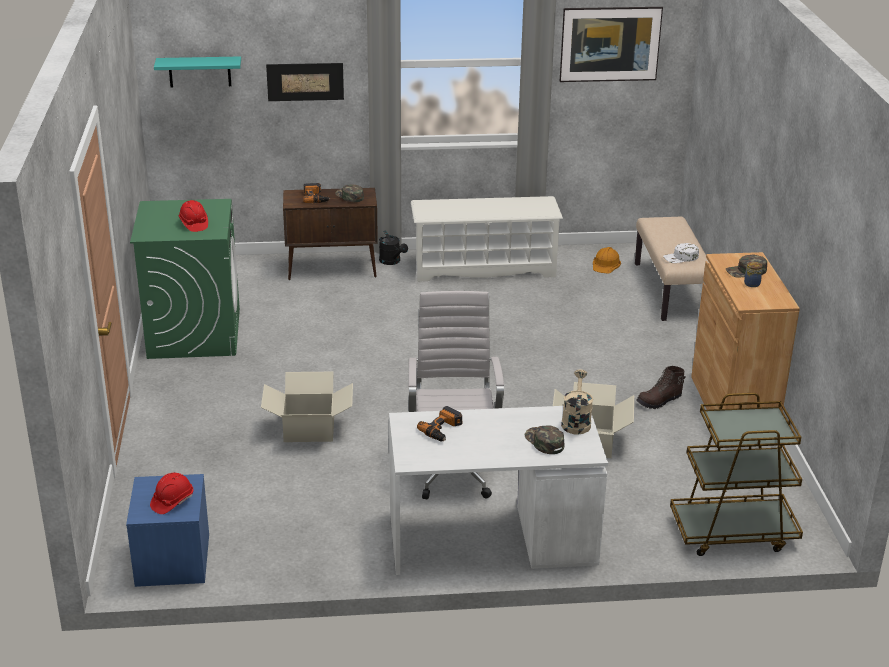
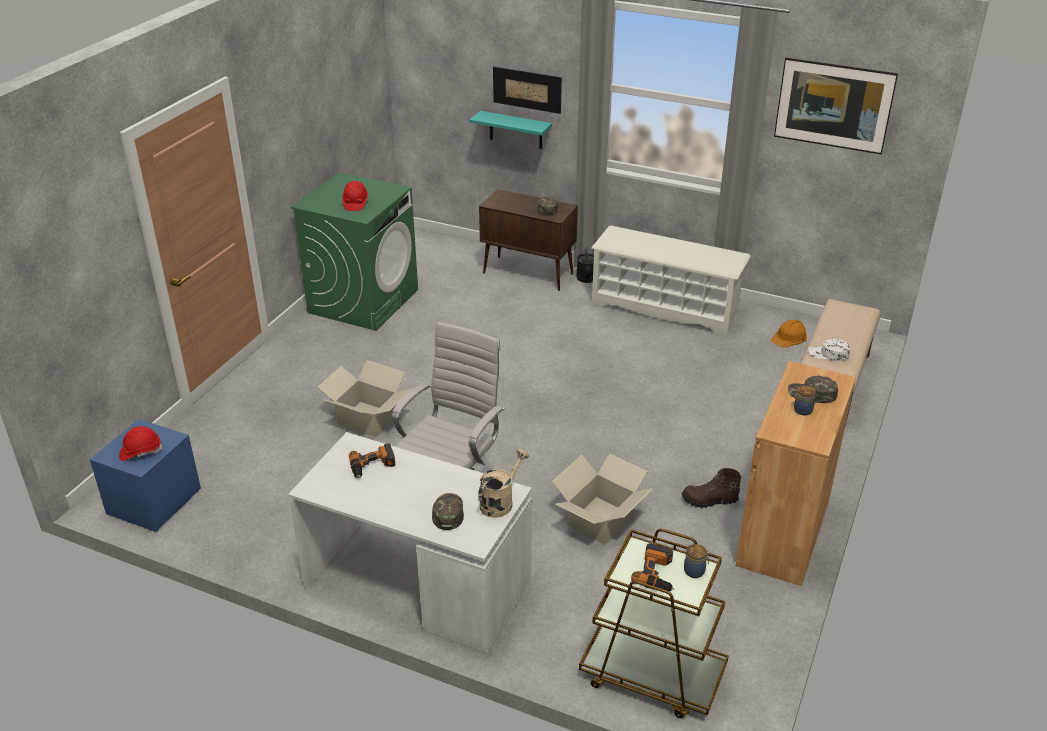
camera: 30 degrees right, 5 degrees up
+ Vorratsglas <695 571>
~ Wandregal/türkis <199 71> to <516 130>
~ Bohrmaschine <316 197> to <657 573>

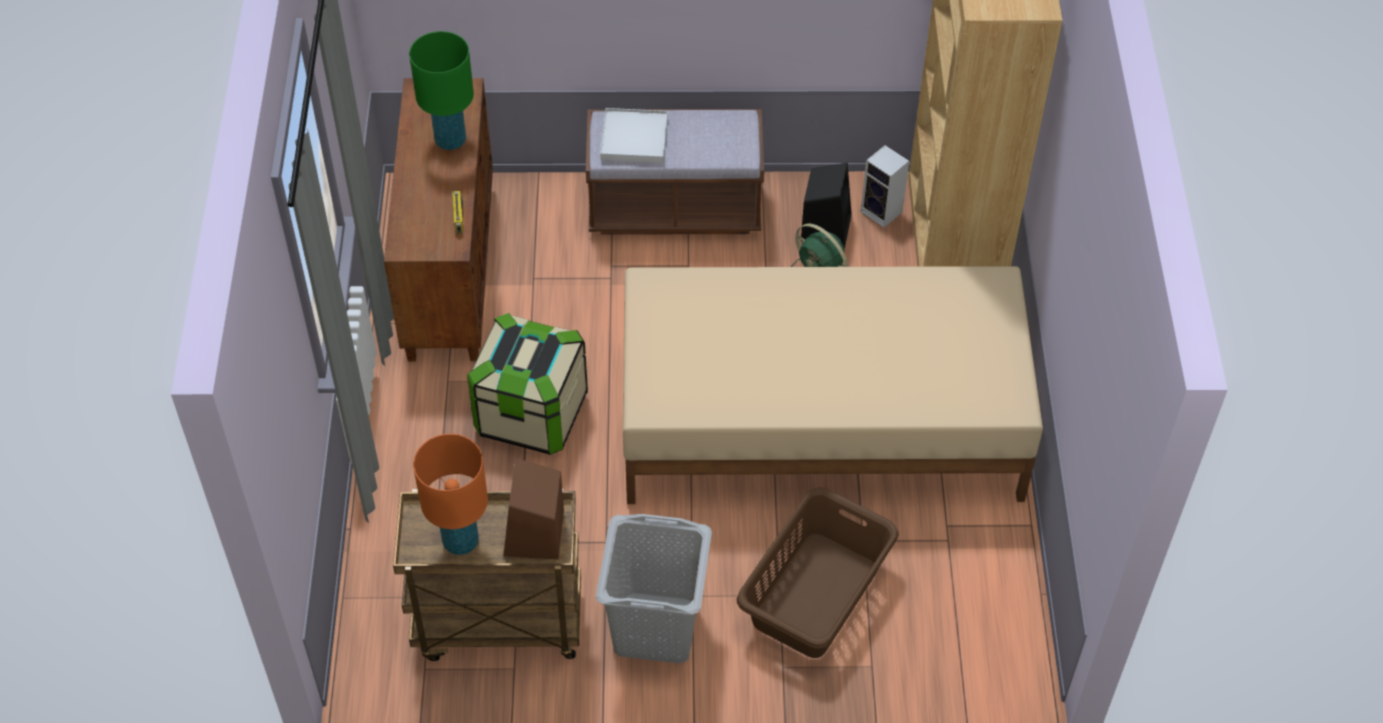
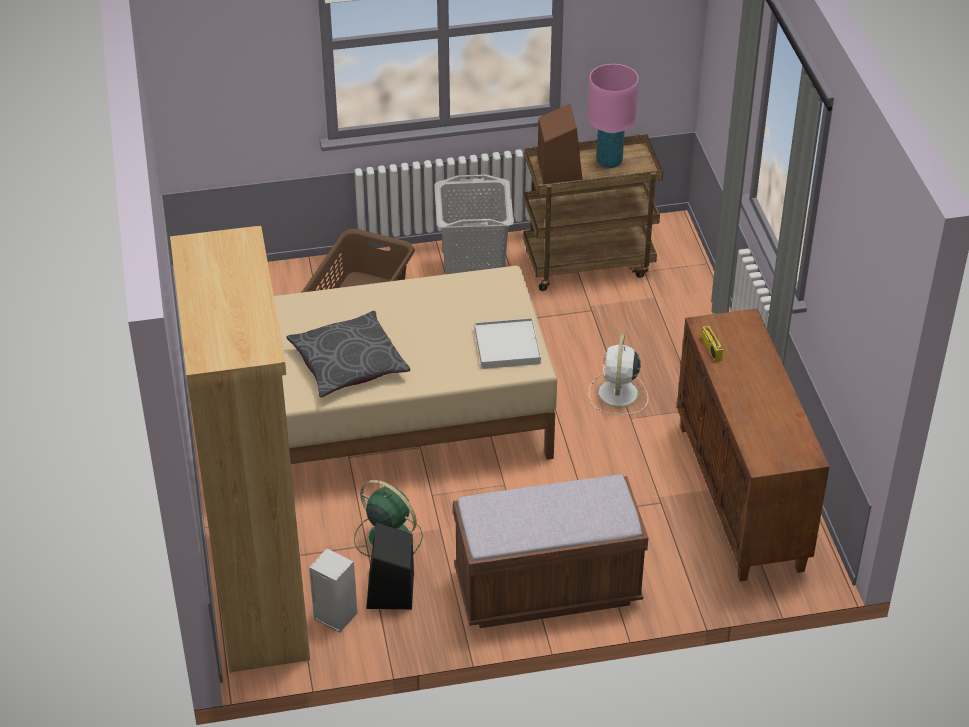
camera: 170 degrees right, 10 degrees down
- Tischlampe/grün <450 140>
+ Kissen/grau <348 364>
~ Tablett/weiß <634 139> to <507 346>
~ Aufbewahrungsbox <531 413> to Ventilator/weiß <618 394>
~ Tischlampe/orange <461 541> to Tischlampe/rosa <609 161>

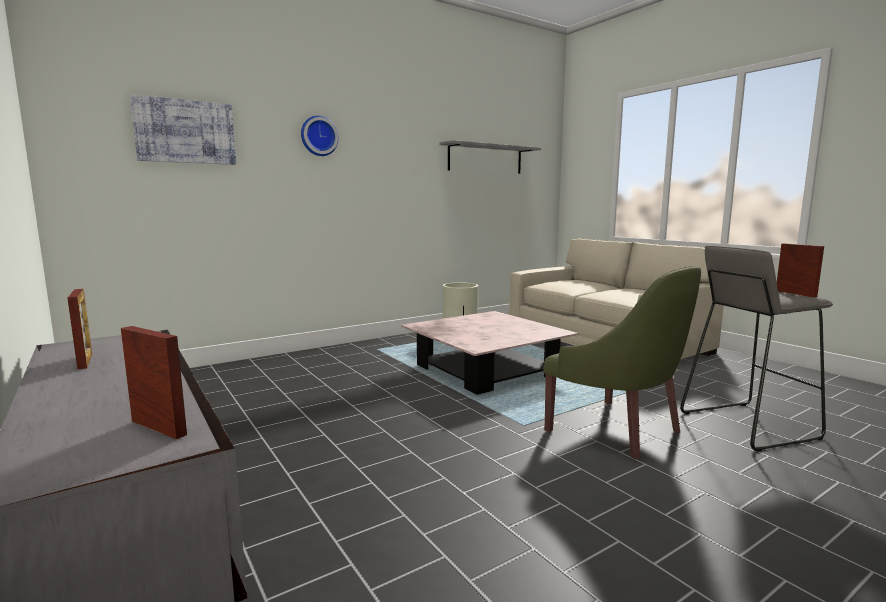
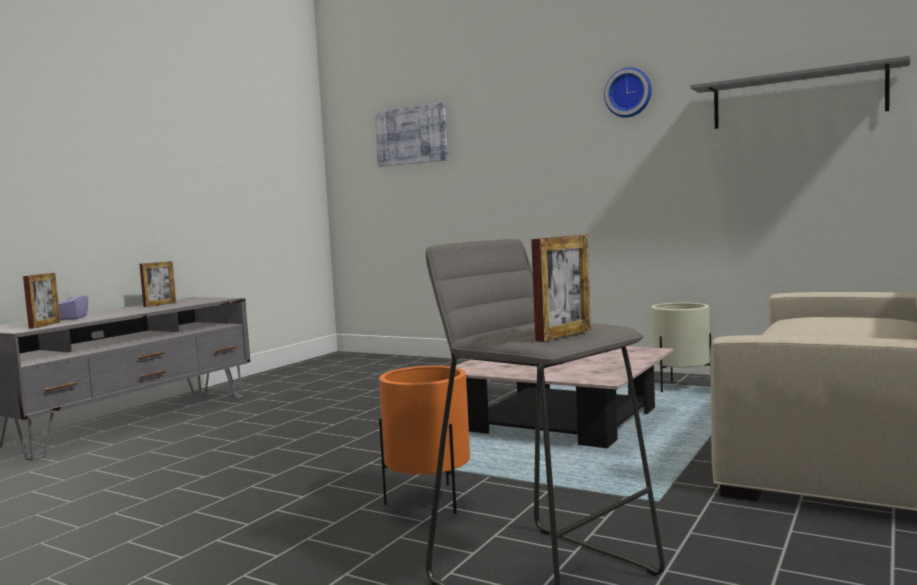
camera: 65 degrees right, 5 degrees down
+ Taschentuchbox/lila <72 318>
~ Wanduhr <318 136> to <629 93>
~ Sessel/grün <618 429> to Pflanzkübel/orange <429 500>

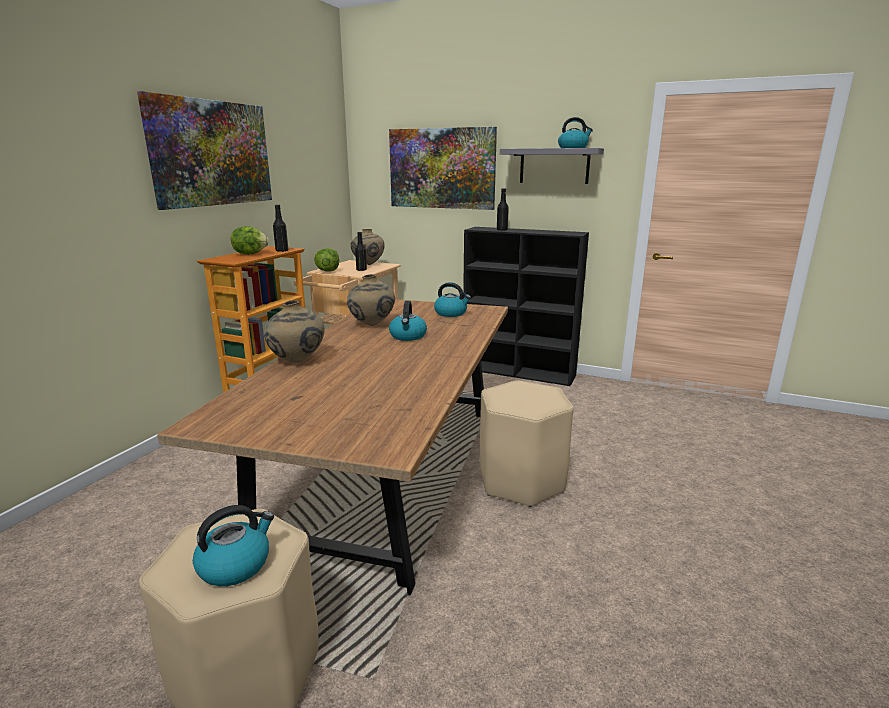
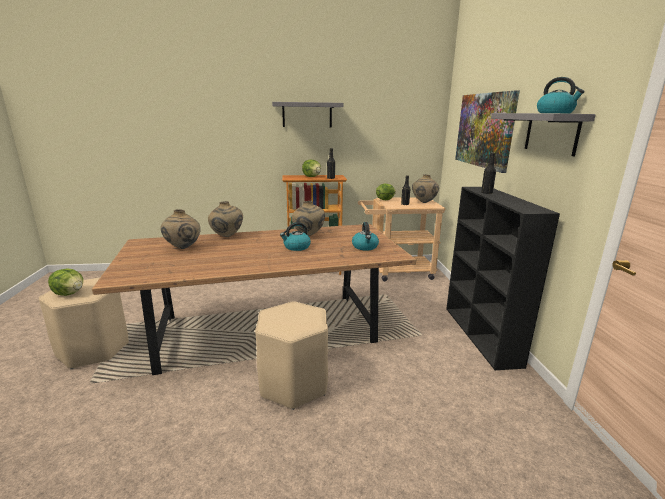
camera: 60 degrees right, 0 degrees up
+ Vase/beige <183 248>
~ Bild <212 153> to Wandregal/grau <307 115>
~ Wasserkessel <235 565> to Salatkopf <70 293>

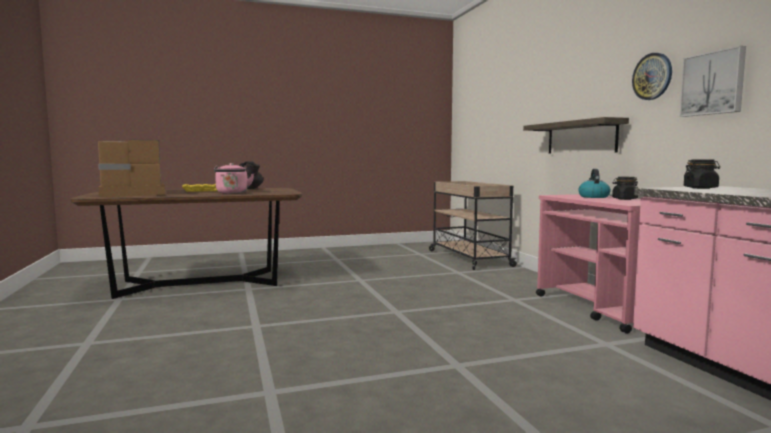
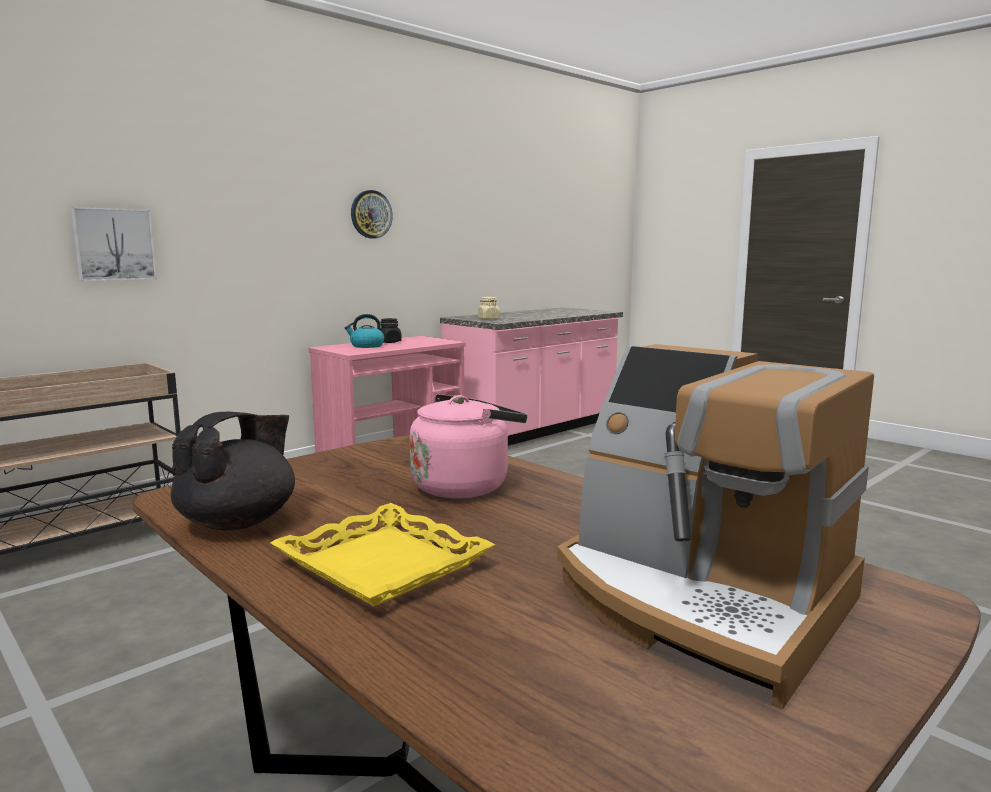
camera: 115 degrees left, 5 degrees up
- Wandregal <581 137>
~ Bild <713 83> to <114 244>
~ Vorratsglas/schwarz <700 188> to Vorratsglas/beige <488 319>

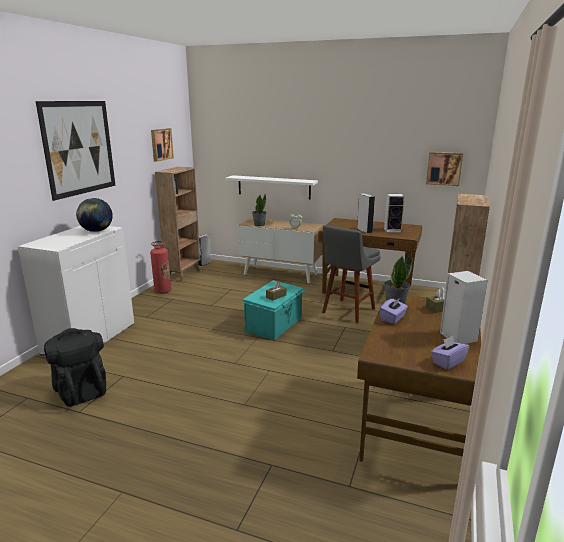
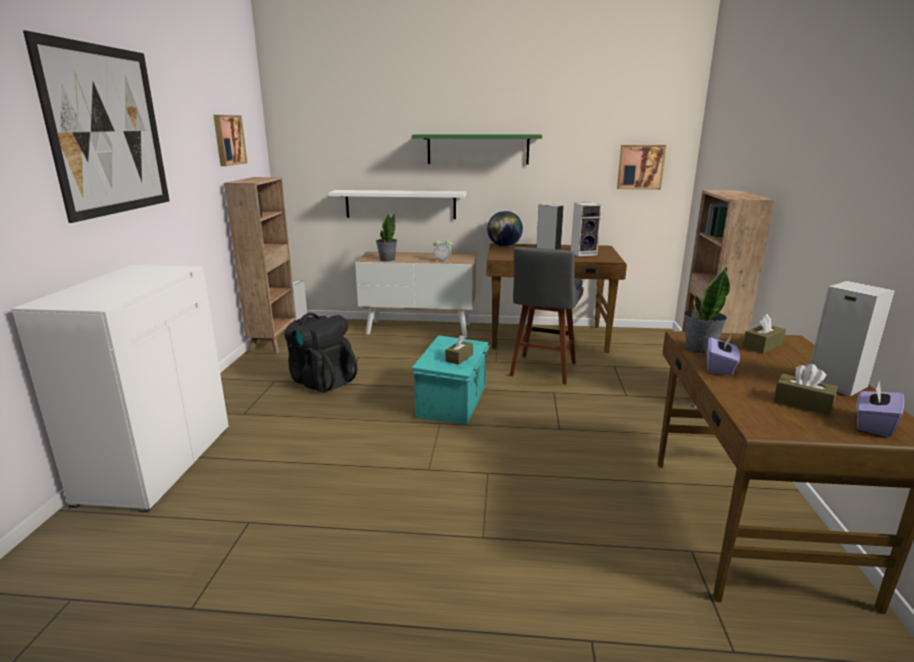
camera: 15 degrees left, 0 degrees up
- Feuerlöscher <163 291>
+ Wandregal/grün <478 149>
+ Taschentuchbox/braun <802 403>
~ Rucksack/schwarz <80 390> to <321 381>
~ Globus <96 231> to <504 246>

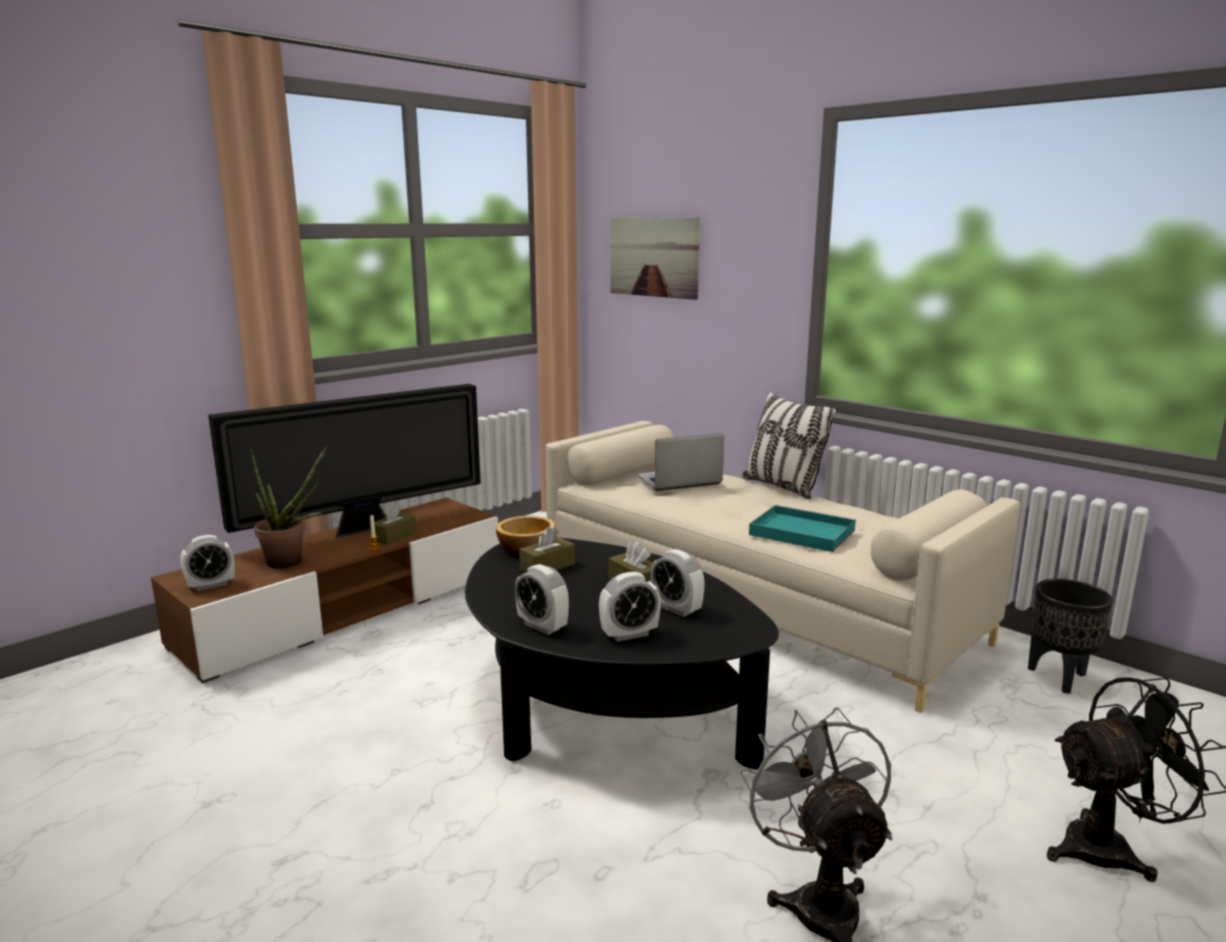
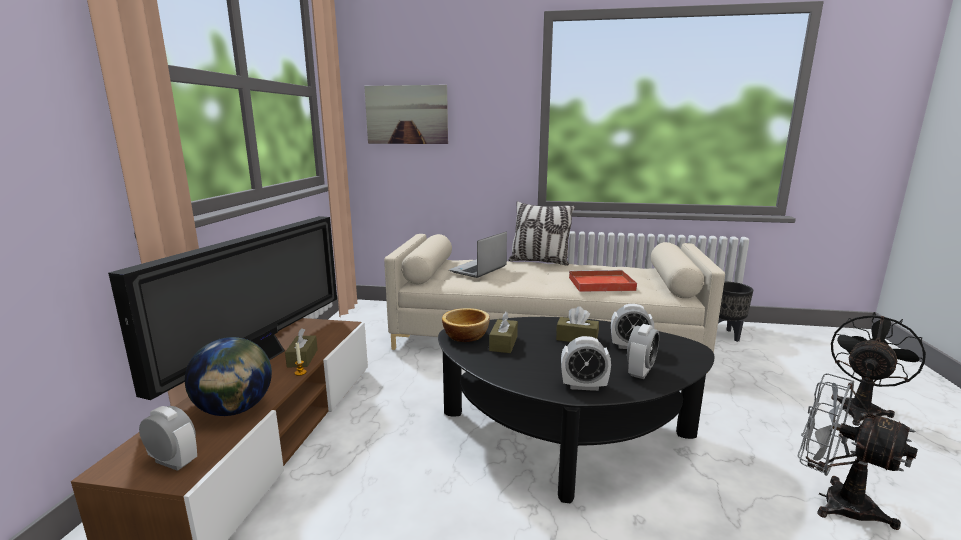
camera: 35 degrees left, 0 degrees up
~ Topfpflanze <291 562> to Globus <235 409>
~ Tablett/türkis <800 532> to Tablett/rot <600 284>
~ Wecker <211 585> = <173 461> 90 degrees counterclockwise

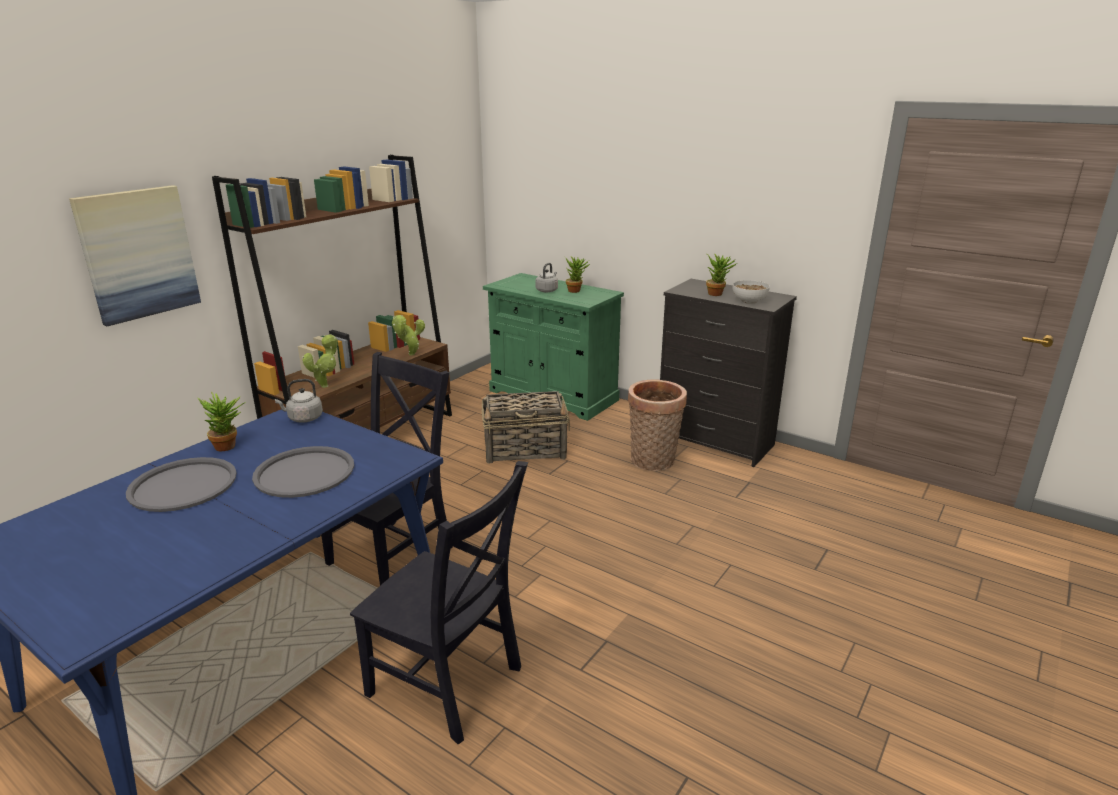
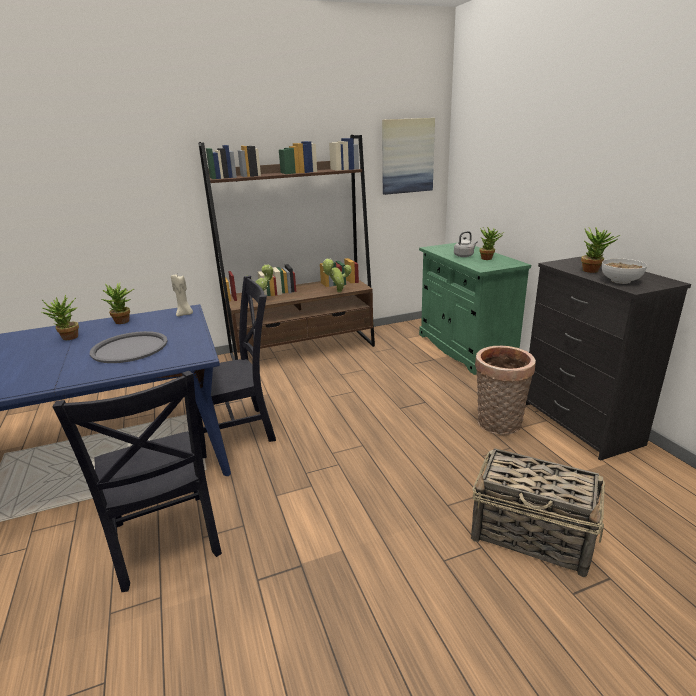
camera: 35 degrees right, 0 degrees up
~ Bild <138 254> to <407 156>
~ Korb <526 450> to <532 535>
~ Tablett/grau <183 486> to Topfpflanze <68 338>
~ Wasserkessel/grau <303 418> to Kerze/beige <185 314>

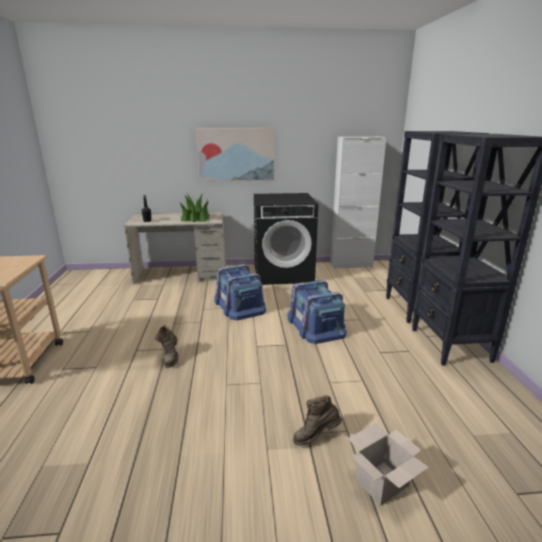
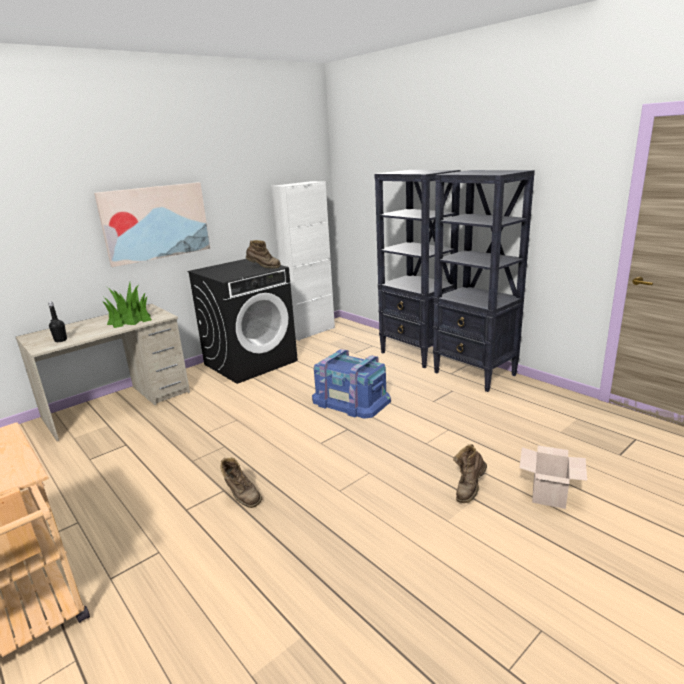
camera: 35 degrees left, 0 degrees up
- Aufbewahrungsbox/blau <239 305>
+ Stiefel/braun <263 268>

